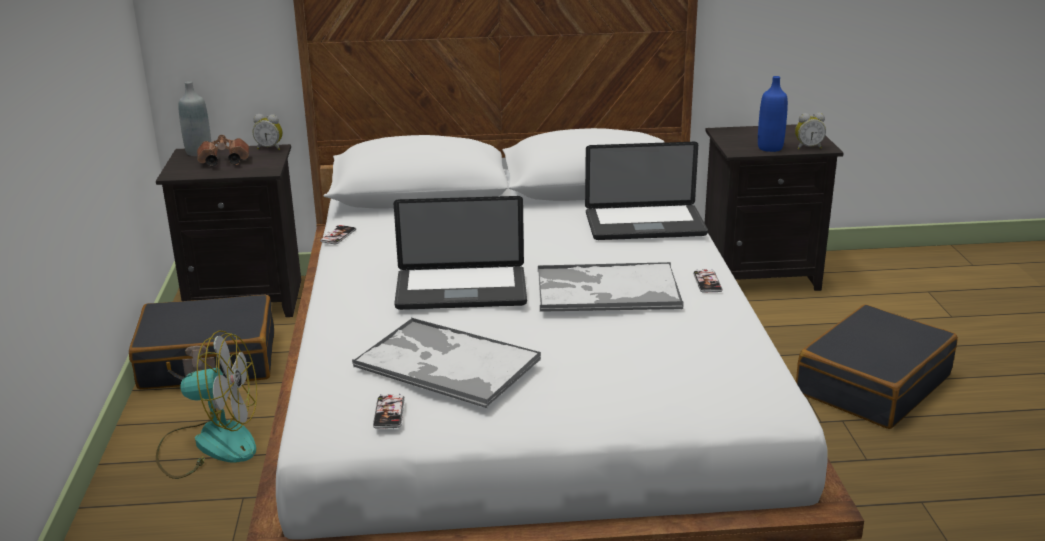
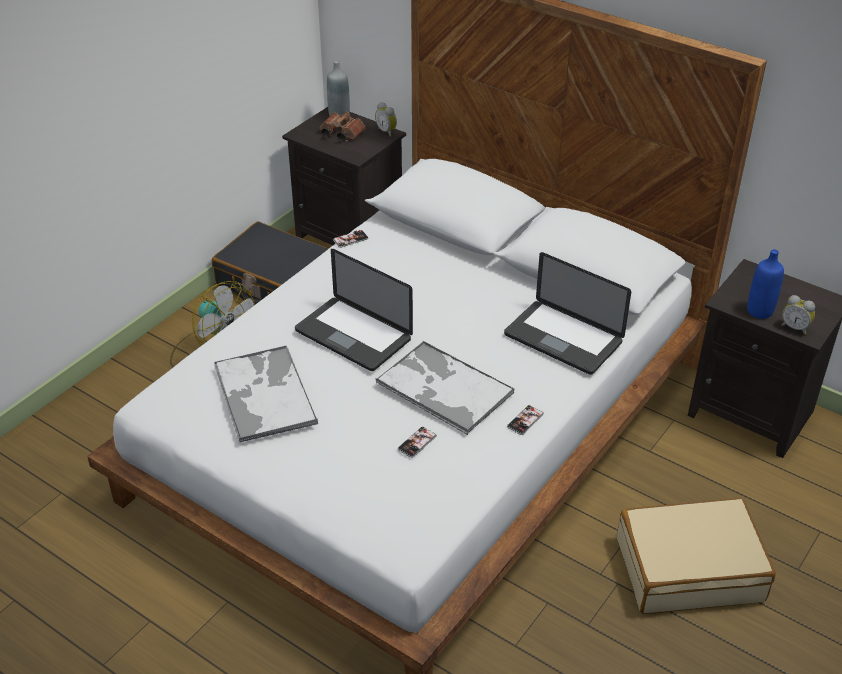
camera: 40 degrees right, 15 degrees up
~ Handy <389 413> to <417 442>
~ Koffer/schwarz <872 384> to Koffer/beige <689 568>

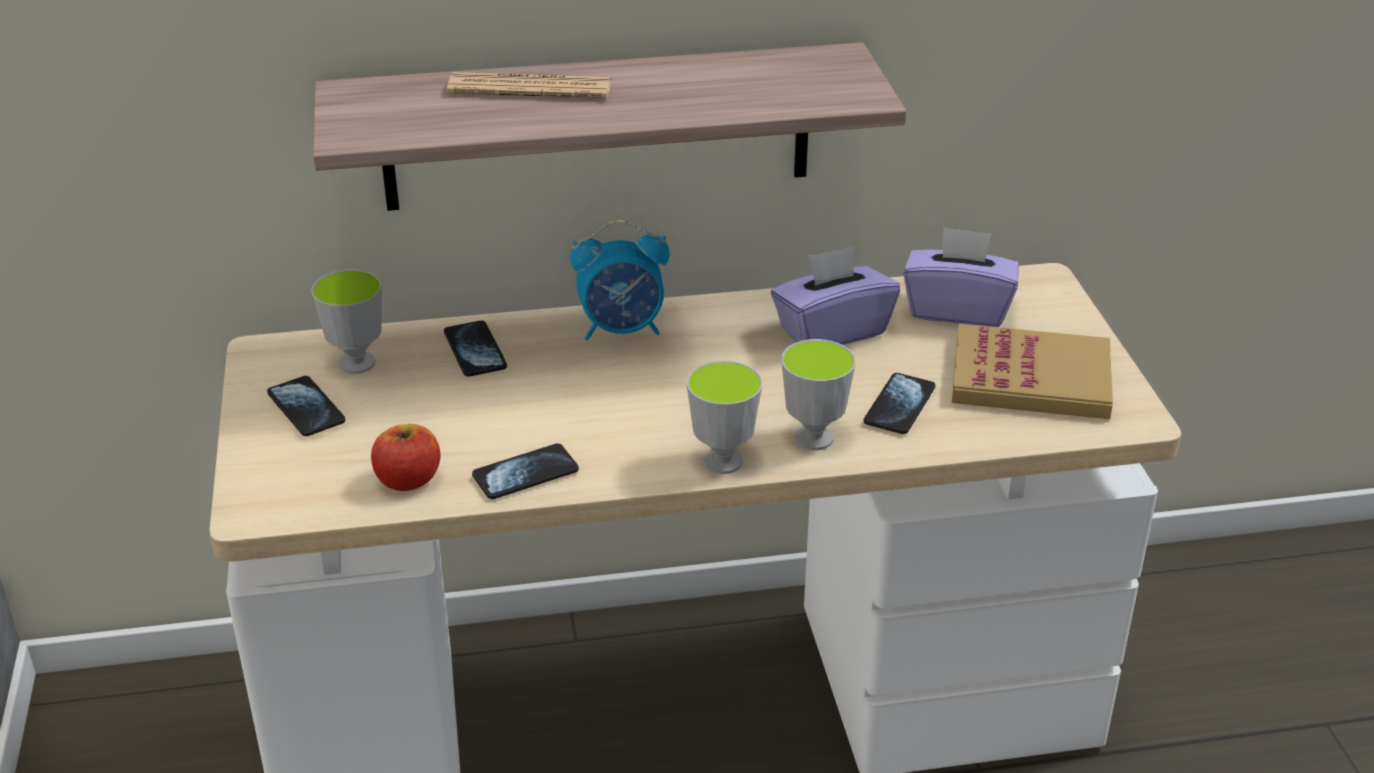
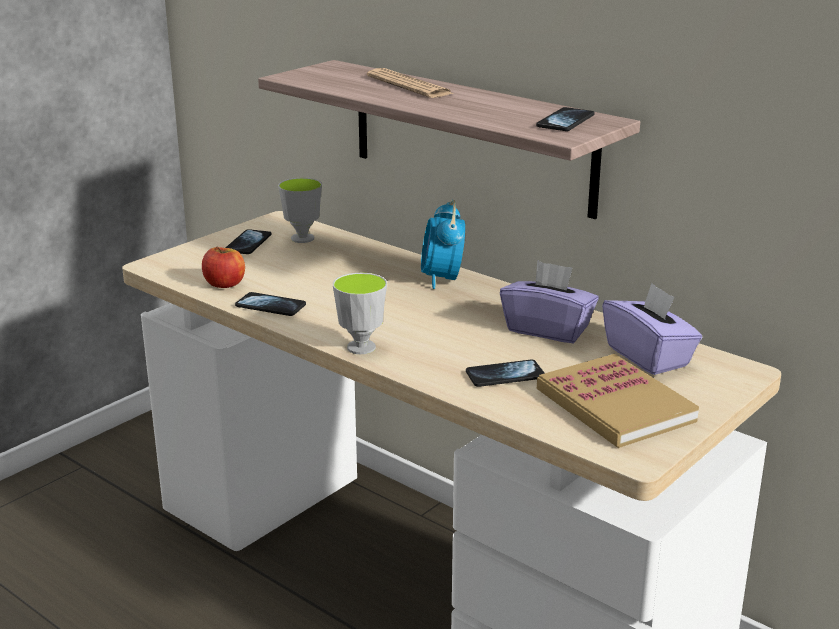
camera: 50 degrees right, 10 degrees down
- Tasse <814 438>
~ Handy <475 351> to <565 121>
~ Wecker <622 329> = <442 279> 45 degrees clockwise

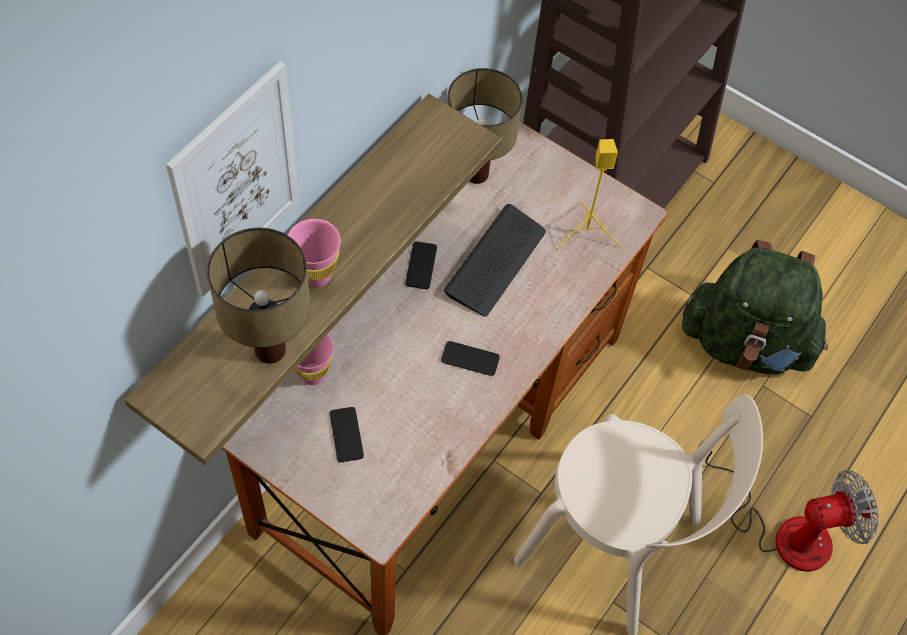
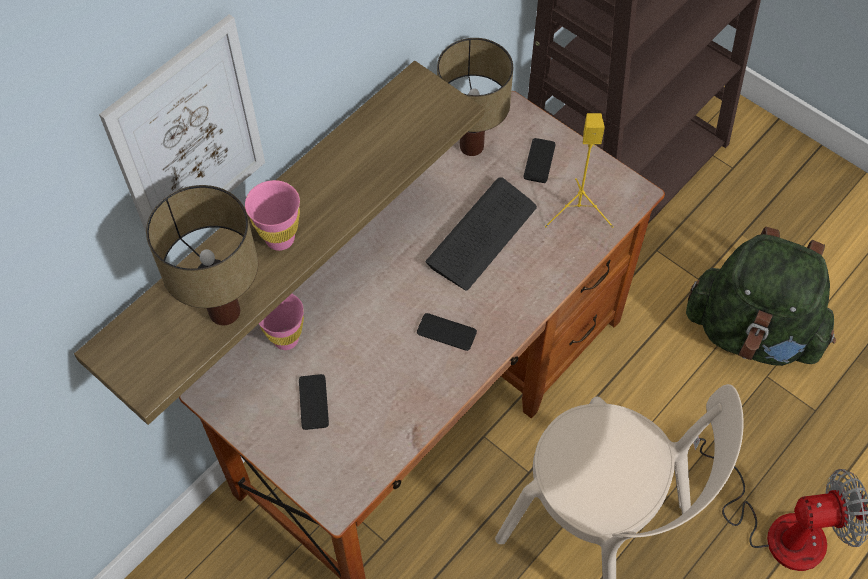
camera: 10 degrees right, 0 degrees up
~ Handy <421 265> to <539 161>

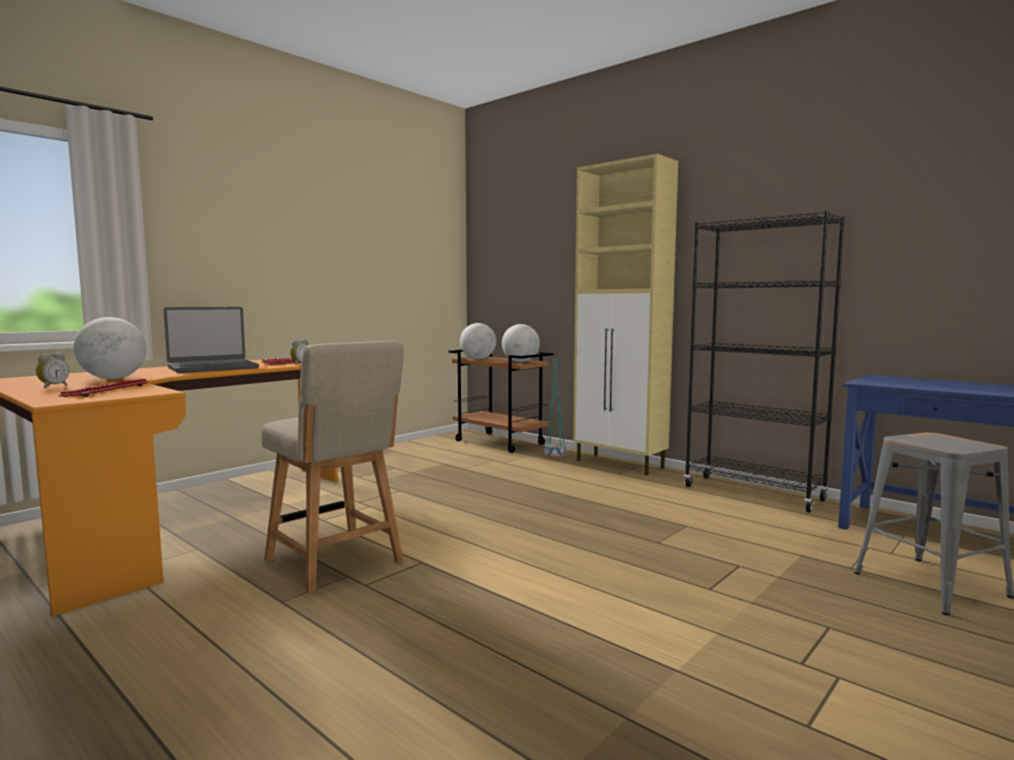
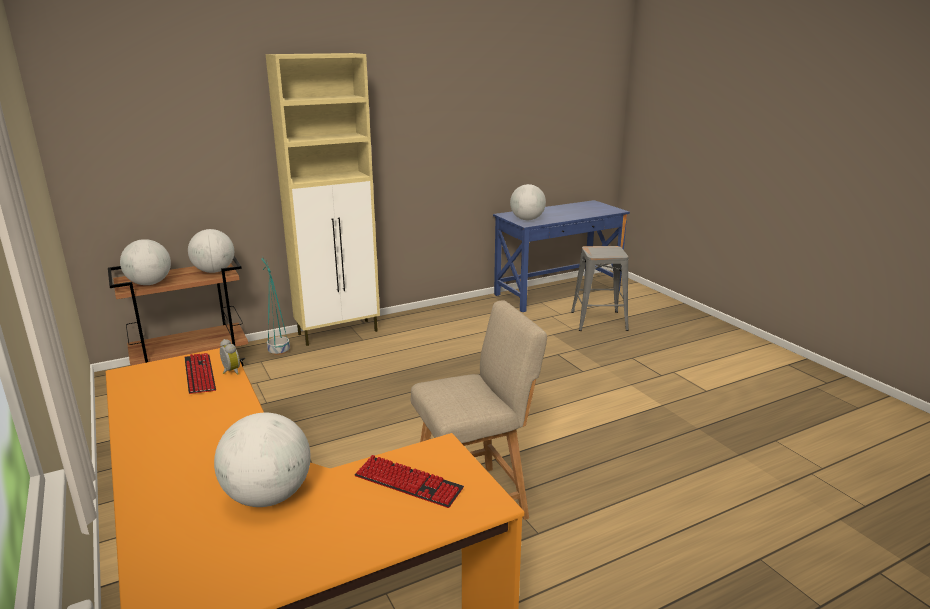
camera: 70 degrees left, 15 degrees up
- Wecker <53 387>
- Laptop <213 368>
- Bücherregal/schwarz <753 493>
+ Globus <527 219>

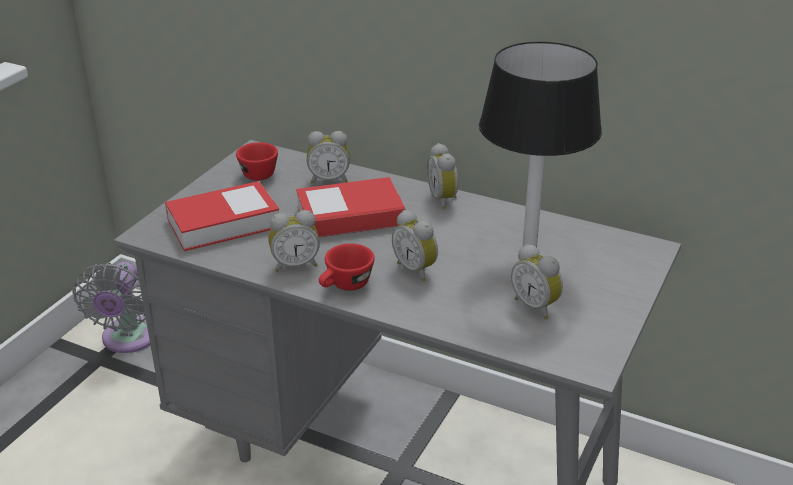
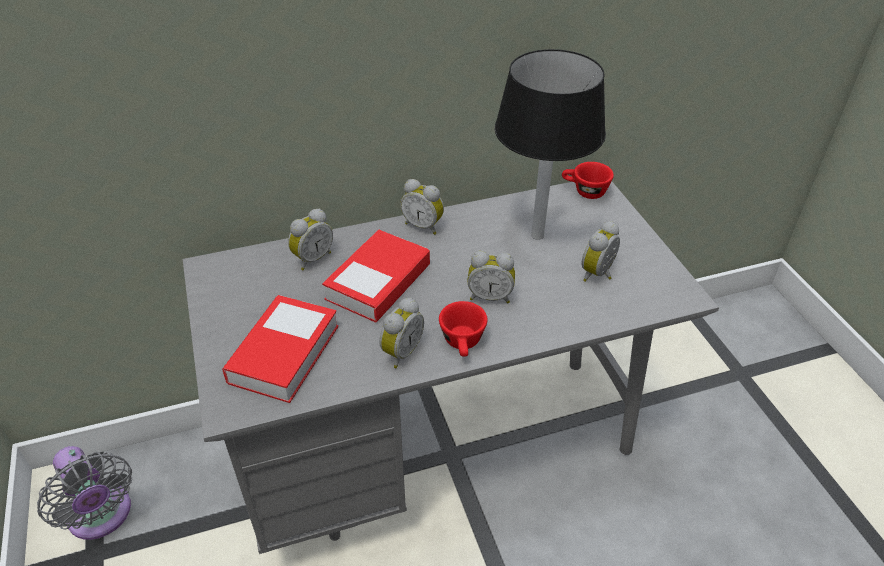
camera: 45 degrees left, 10 degrees up
~ Tasse/rot <256 172> to <584 191>
~ Wecker <536 306> = <599 274> 120 degrees clockwise

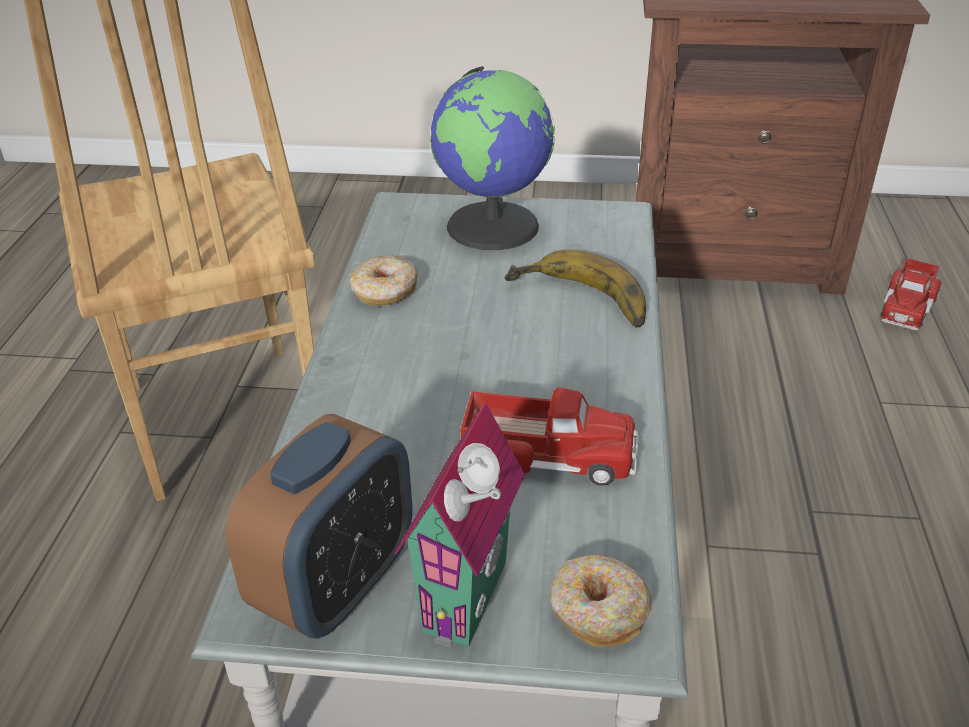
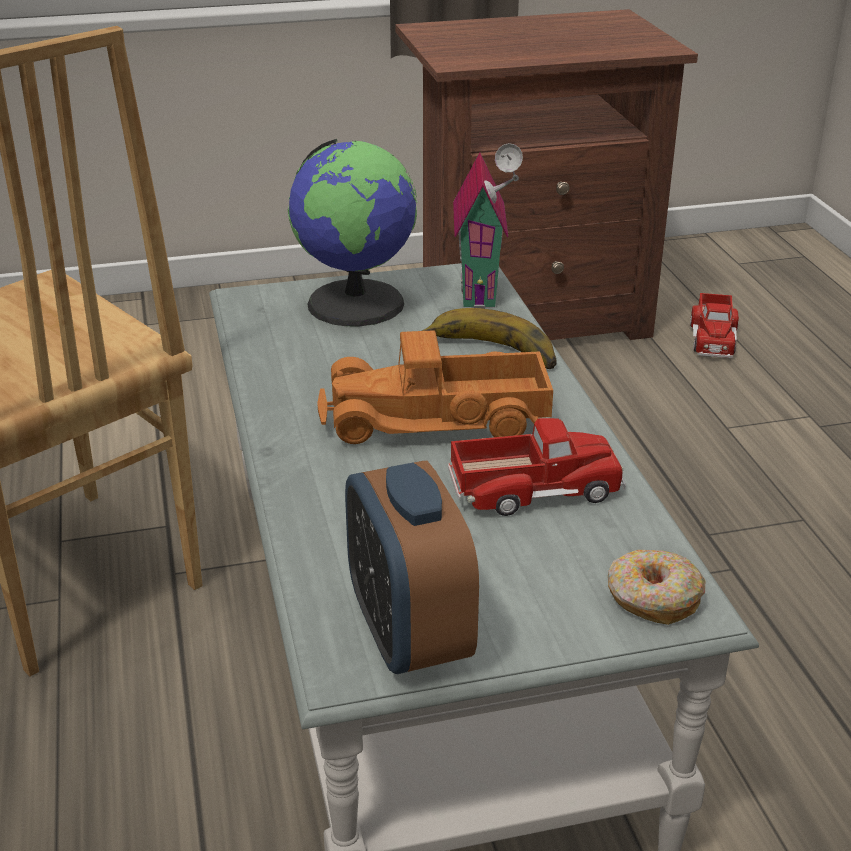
camera: 20 degrees left, 5 degrees down
- Donut <385 291>
+ Spielzeuglaster <436 420>
~ Spielzeughaus <472 600> to <483 291>
~ Wecker <336 585> = <408 634> 150 degrees clockwise

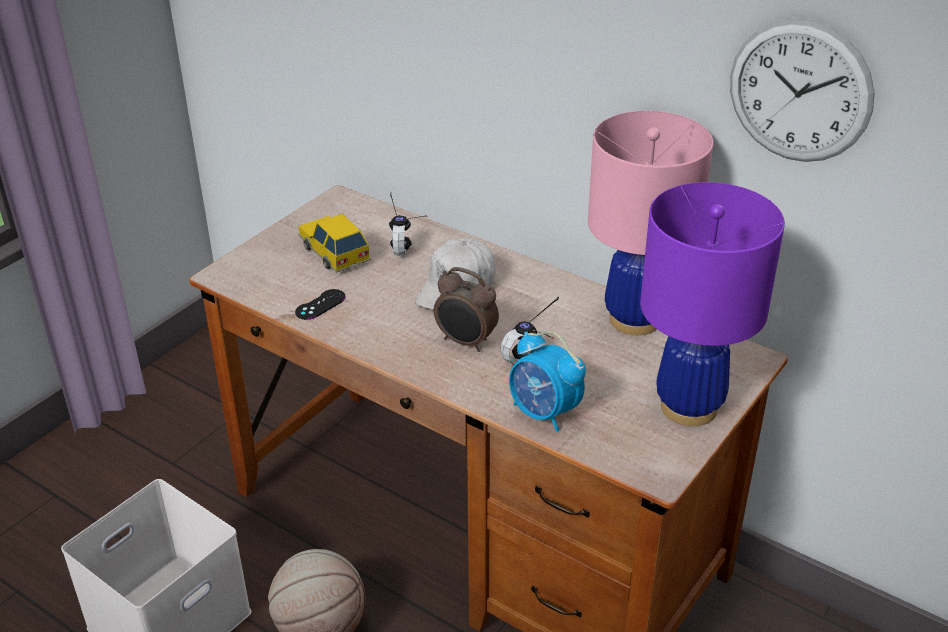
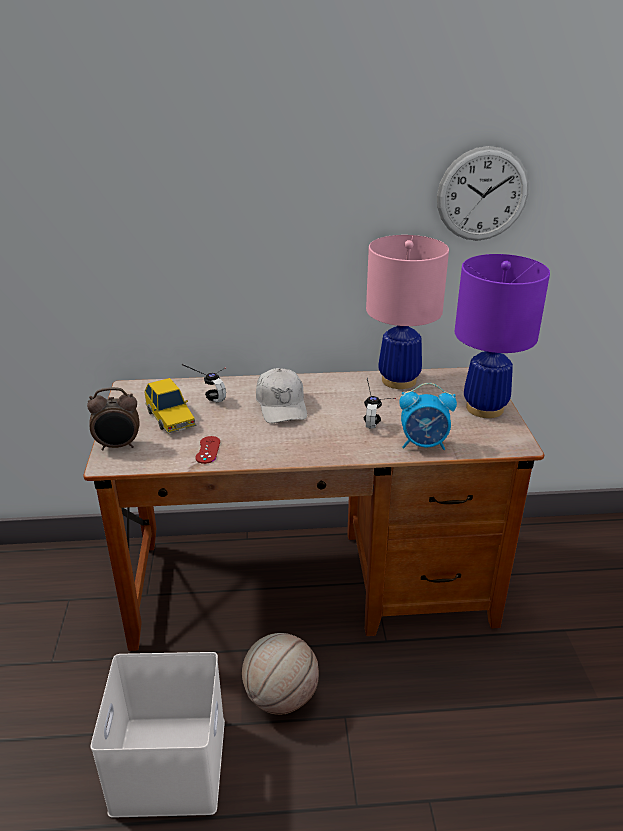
camera: 40 degrees left, 5 degrees down
~ Wecker <465 342> to <118 446>
~ Gamepad/schwarz <320 305> to Gamepad/rot <208 450>
~ Spielzeugauto <333 252> = <171 417> 135 degrees counterclockwise

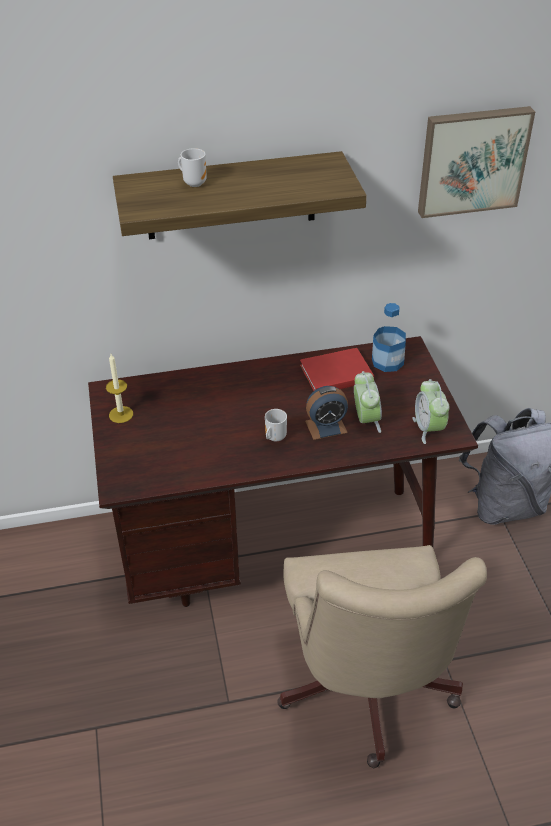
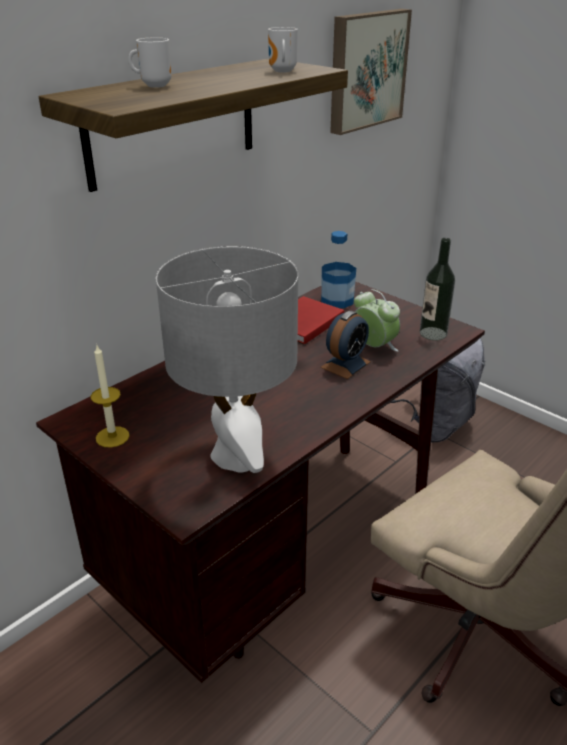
camera: 35 degrees left, 10 degrees down
+ Tischlampe/grau <236 456>
~ Henkelbecher <274 438> to <281 71>
~ Wecker <428 429> to Flasche <433 333>

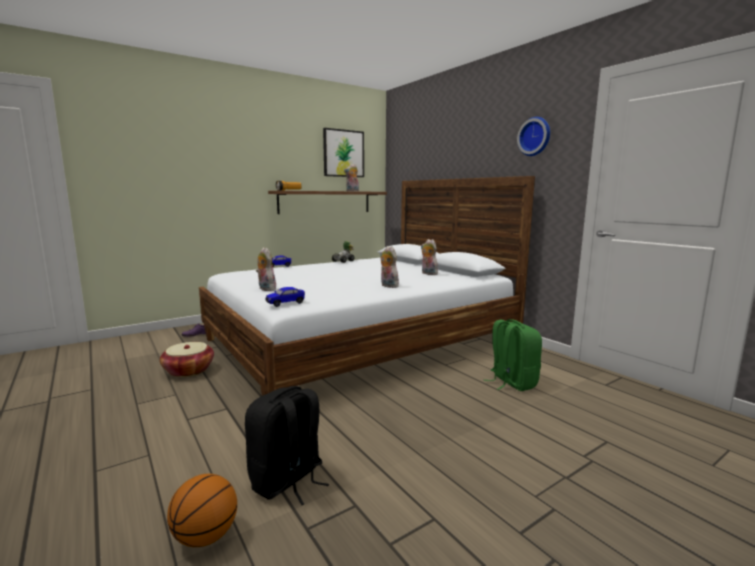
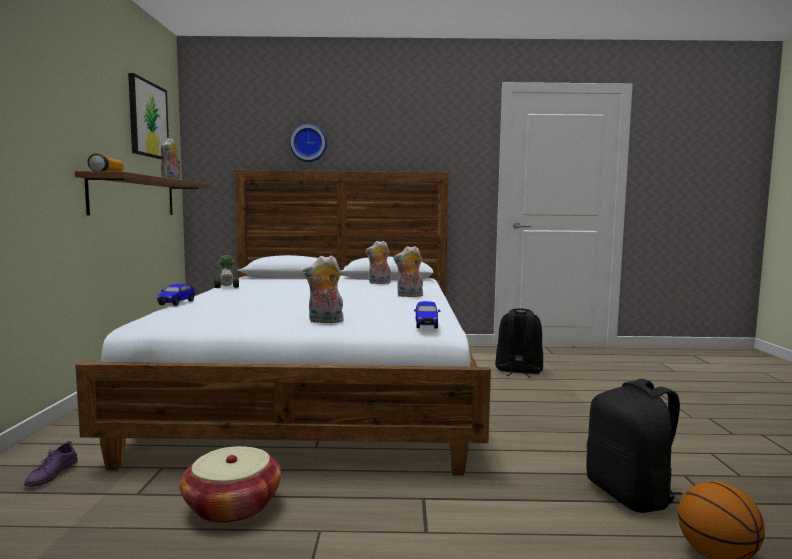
camera: 55 degrees left, 5 degrees down
~ Wanduhr <535 136> to <309 143>
~ Rucksack/grün <511 382> to Rucksack/schwarz <518 371>

